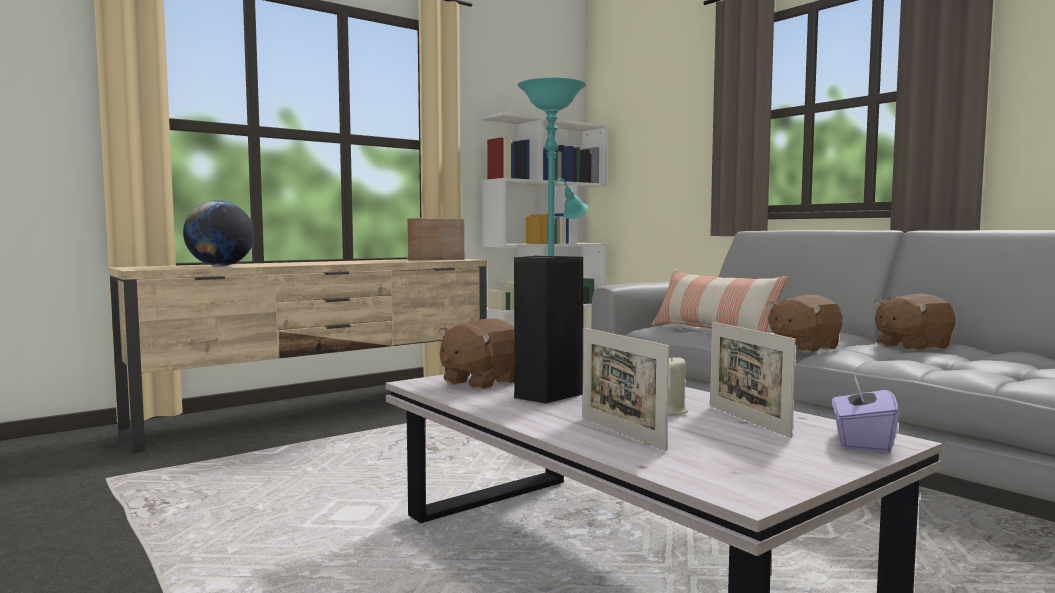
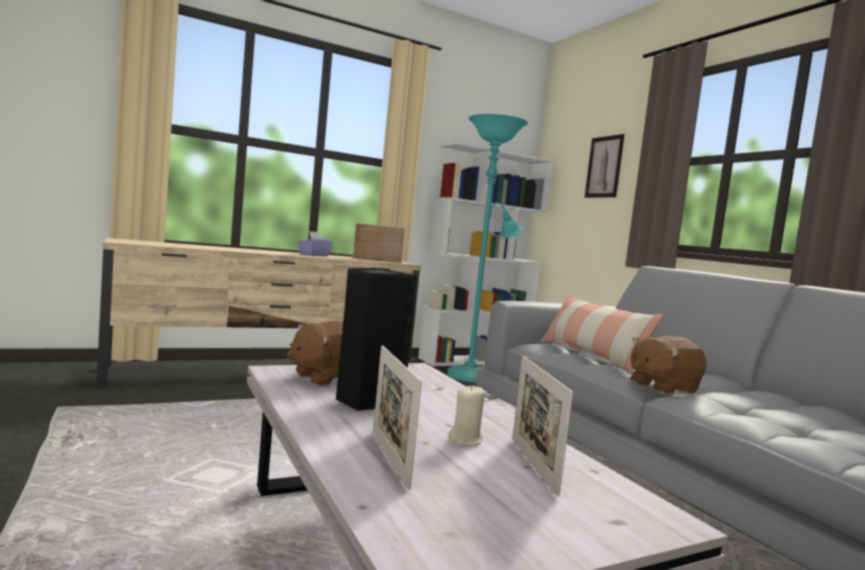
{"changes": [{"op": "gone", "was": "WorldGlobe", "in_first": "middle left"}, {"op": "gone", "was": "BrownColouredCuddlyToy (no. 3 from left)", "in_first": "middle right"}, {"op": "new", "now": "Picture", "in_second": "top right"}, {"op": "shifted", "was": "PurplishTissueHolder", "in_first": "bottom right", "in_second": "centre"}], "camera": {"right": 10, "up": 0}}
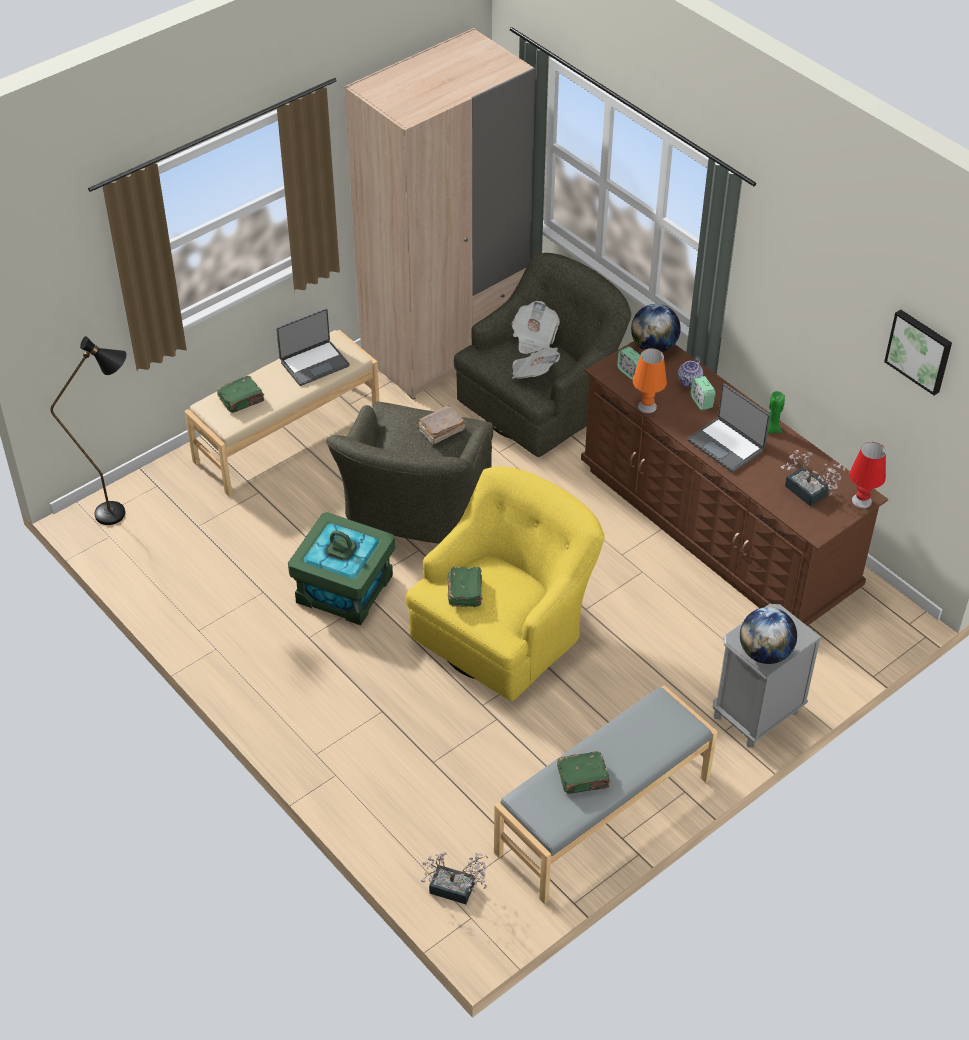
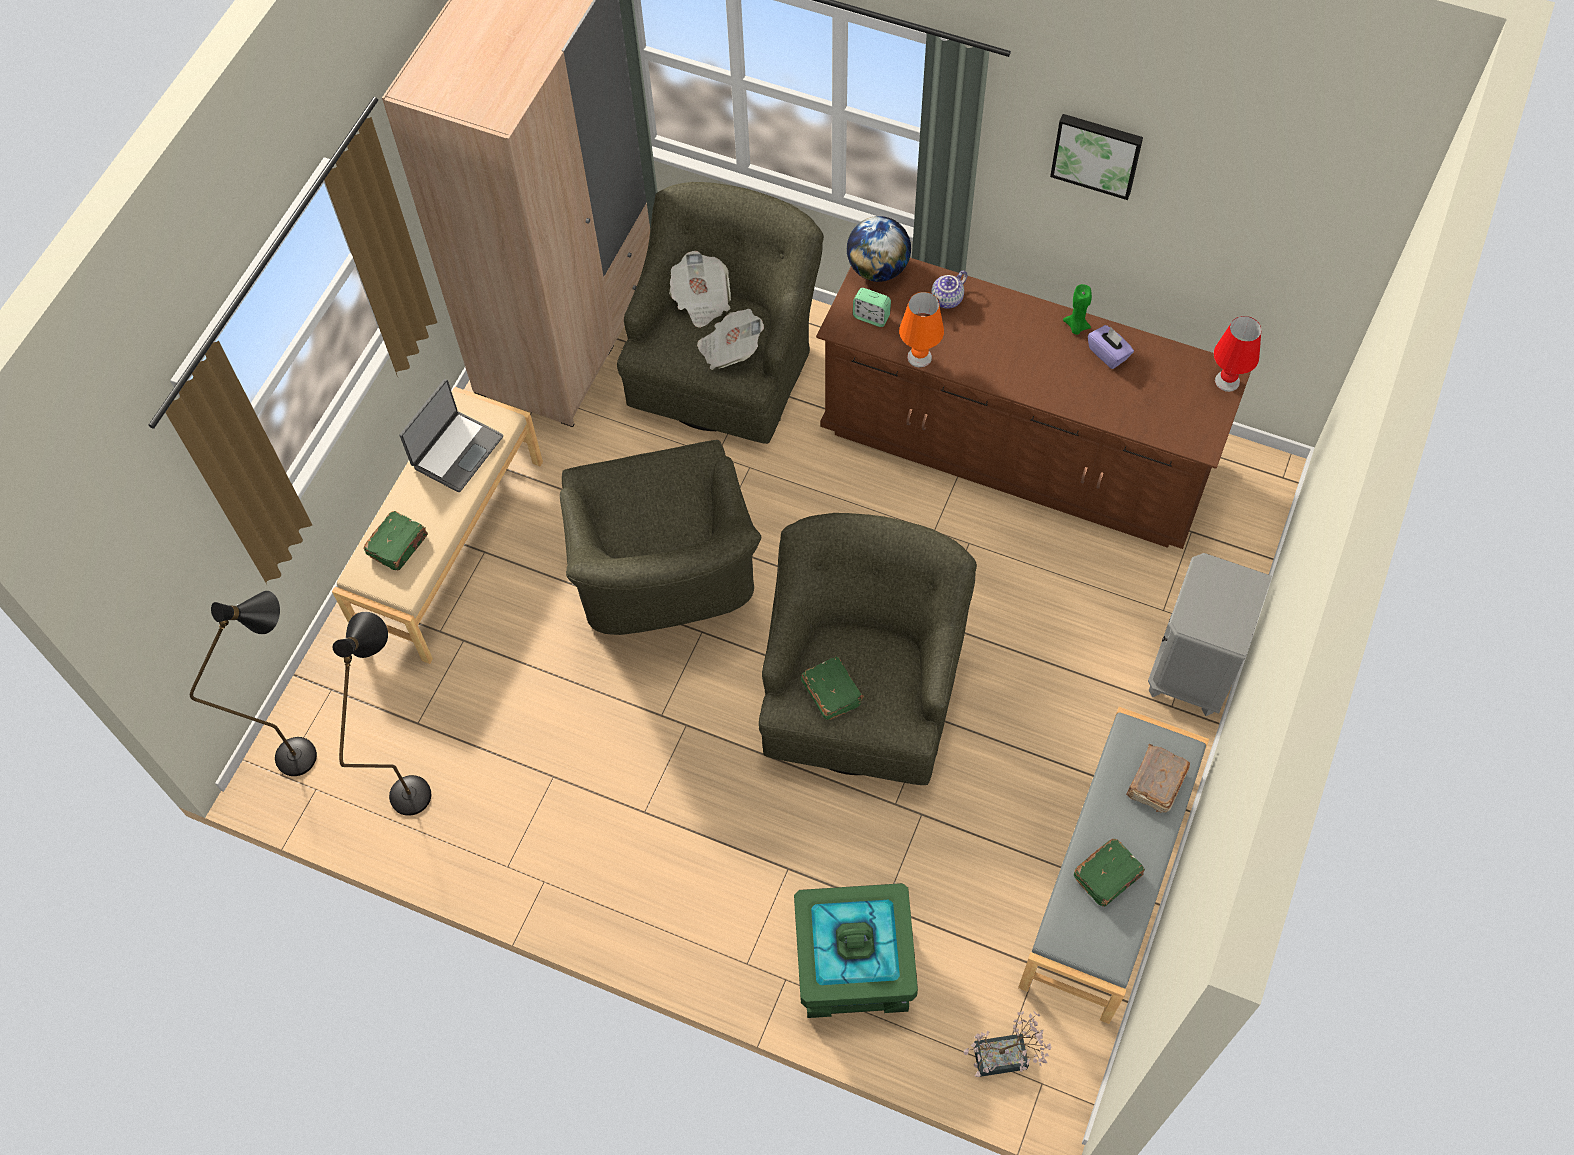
{"changes": [{"op": "gone", "was": "NotebookComputer (no. 2 from left)", "in_first": "middle right"}, {"op": "gone", "was": "AlarmClock (no. 2 from left)", "in_first": "middle right"}, {"op": "gone", "was": "WorldGlobe (no. 2 from left)", "in_first": "middle right"}, {"op": "gone", "was": "Houseplant (no. 2 from left)", "in_first": "middle right"}, {"op": "new", "now": "BlackishFloorLamp (no. 2 from left)", "in_second": "middle left"}, {"op": "new", "now": "PurplishTissueHolder", "in_second": "top right"}, {"op": "shifted", "was": "GreenishStorageBin", "in_first": "centre", "in_second": "bottom centre"}, {"op": "shifted", "was": "BrownColouredBook", "in_first": "centre", "in_second": "bottom right"}, {"op": "shifted", "was": "Picture", "in_first": "middle right", "in_second": "top right"}, {"op": "repainted", "was": "YellowishArmchair", "now": "GreenishArmchair (no. 3 from left)", "in_first": "centre", "in_second": "centre"}, {"op": "rotated", "was": "Teapot", "in_first": "middle right", "in_second": "top centre", "clockwise": 45}], "camera": {"right": -25, "up": 15}}
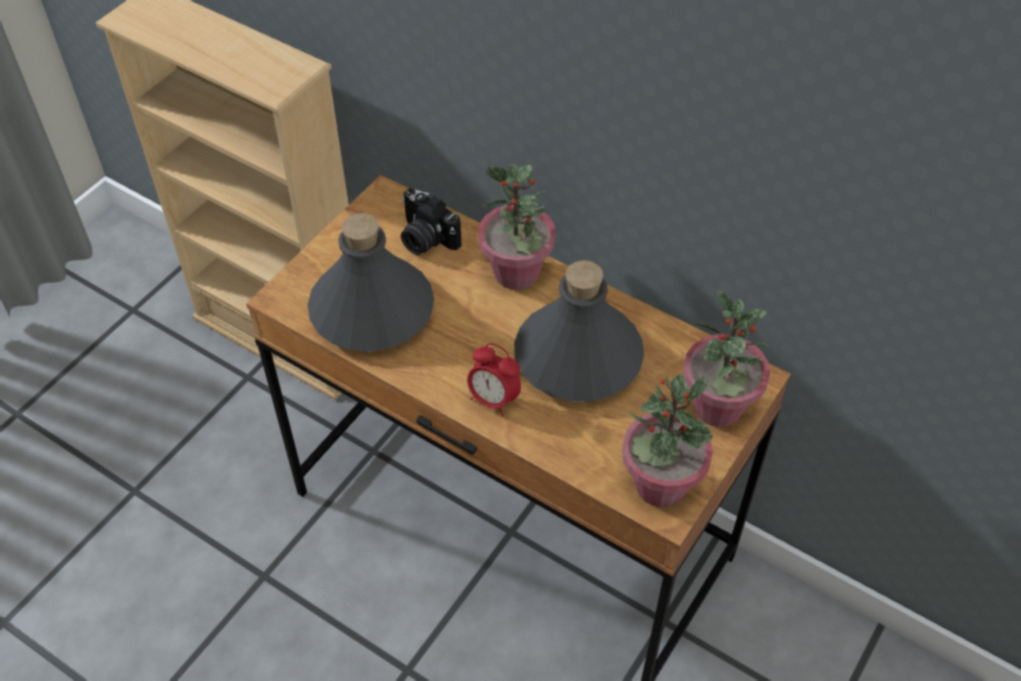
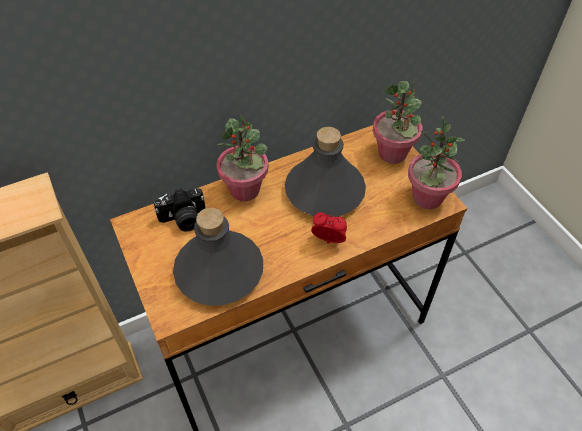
{"changes": [{"op": "rotated", "was": "AlarmClock", "in_first": "centre", "in_second": "centre", "clockwise": -135}], "camera": {"right": -60, "up": 0}}
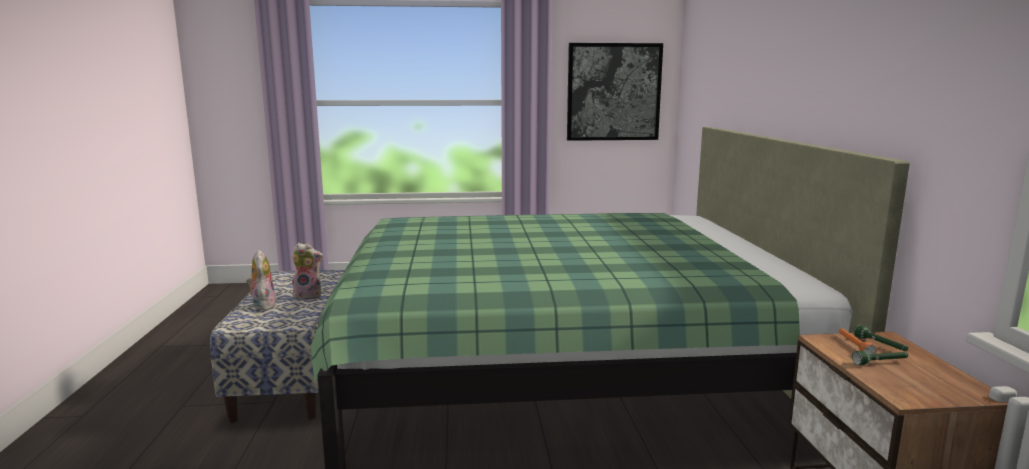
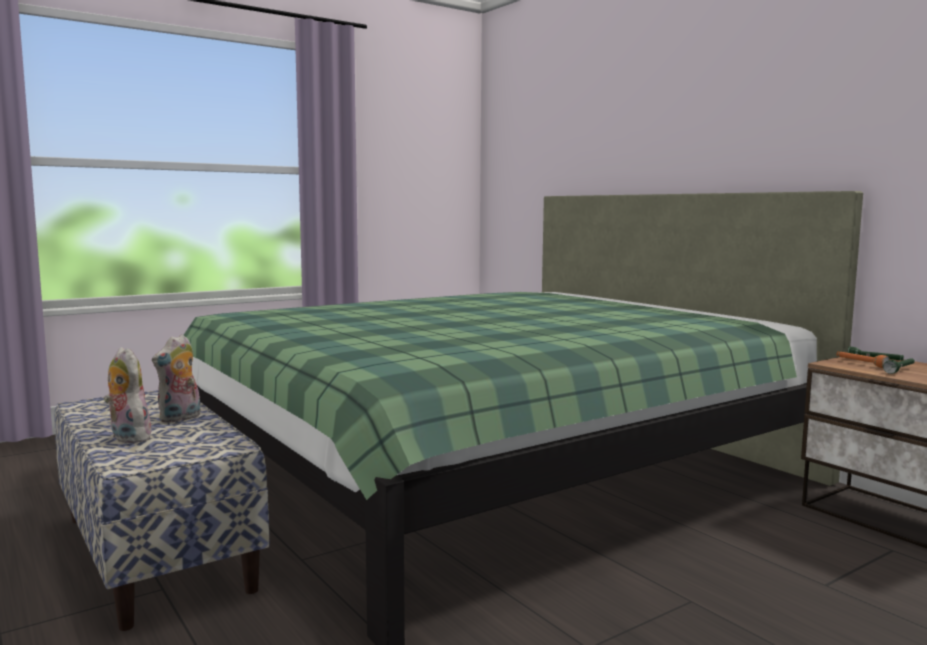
{"changes": [{"op": "gone", "was": "Picture", "in_first": "top centre"}, {"op": "rotated", "was": "CuddlyToy (no. 2 from left)", "in_first": "middle left", "in_second": "middle left", "clockwise": 150}], "camera": {"right": -30, "up": -5}}
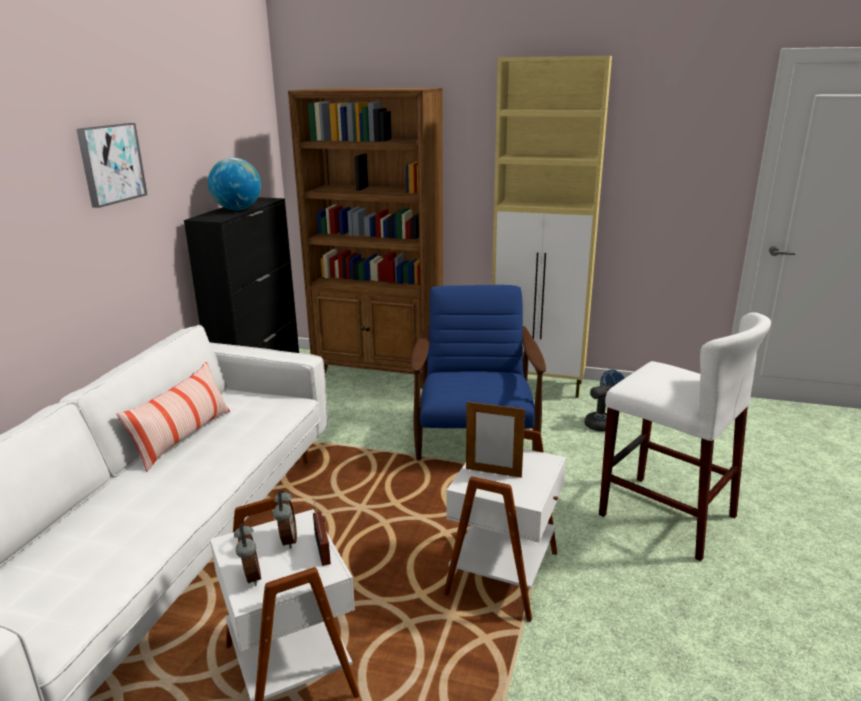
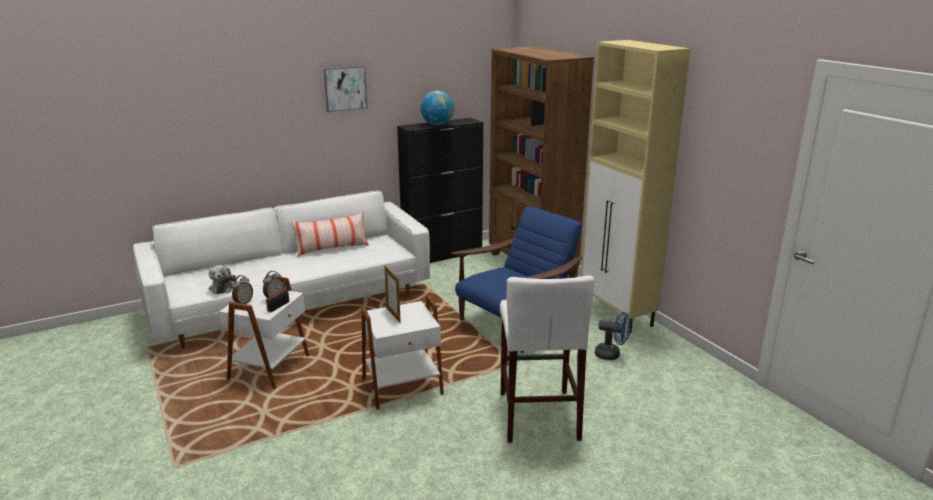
{"changes": [{"op": "new", "now": "CuddlyToy", "in_second": "middle left"}], "camera": {"right": 45, "up": 0}}
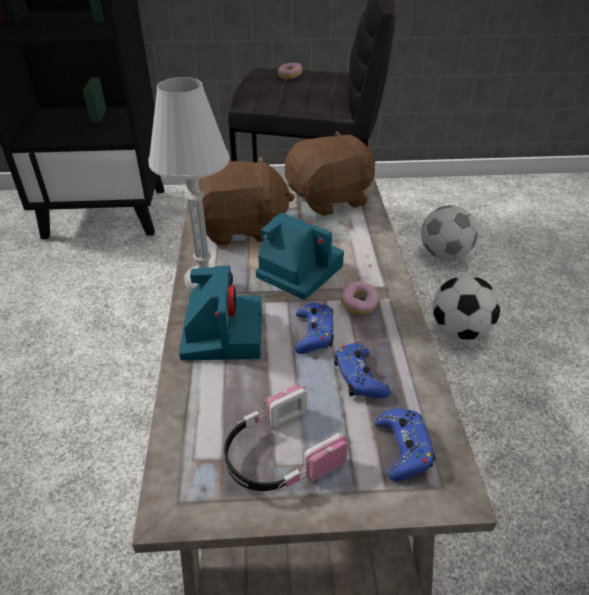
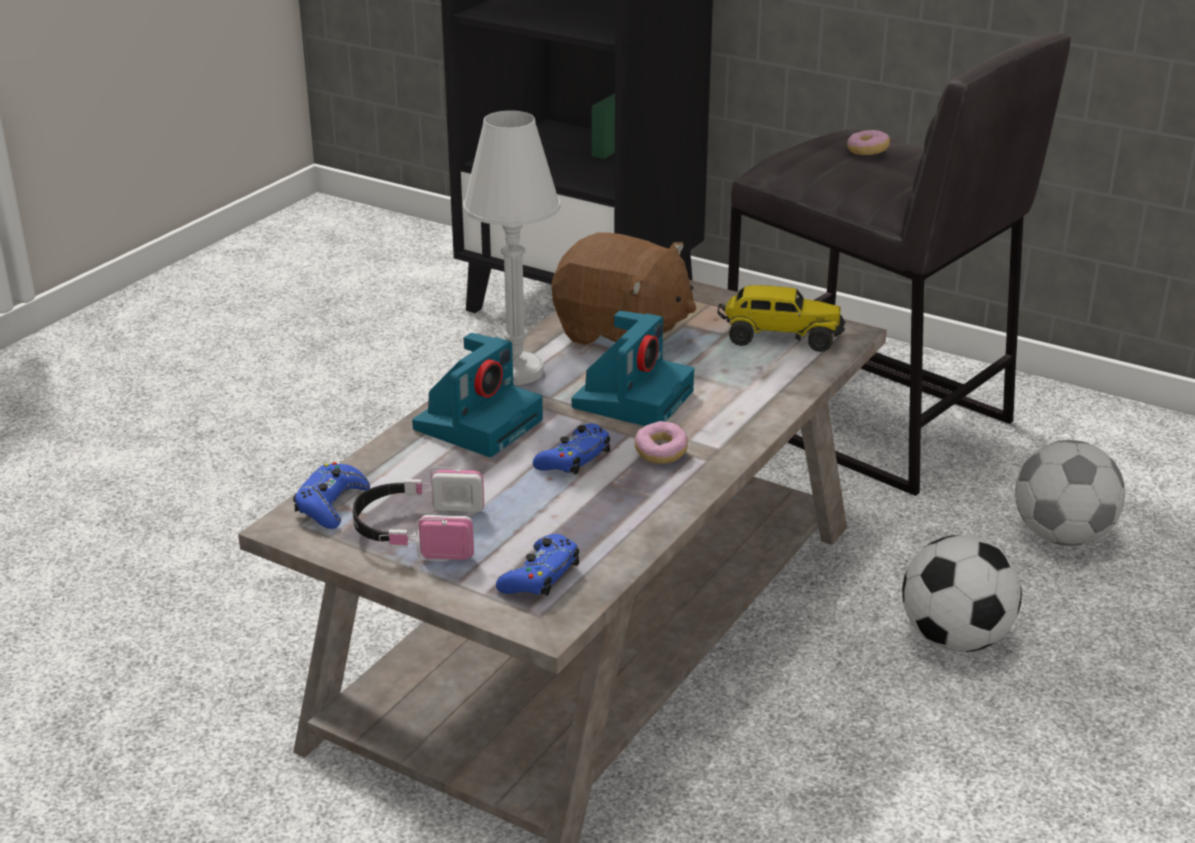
{"changes": [{"op": "shifted", "was": "BluishJoypad (no. 2 from left in the first image)", "now": "BluishJoypad (no. 1 from left)", "in_first": "centre", "in_second": "middle left"}, {"op": "swapped", "was": "BrownColouredCuddlyToy (no. 2 from left)", "now": "ToyTruck", "in_first": "top centre", "in_second": "centre"}, {"op": "rotated", "was": "StillCamera (no. 2 from left)", "in_first": "centre", "in_second": "centre", "clockwise": 45}], "camera": {"right": 35, "up": -10}}
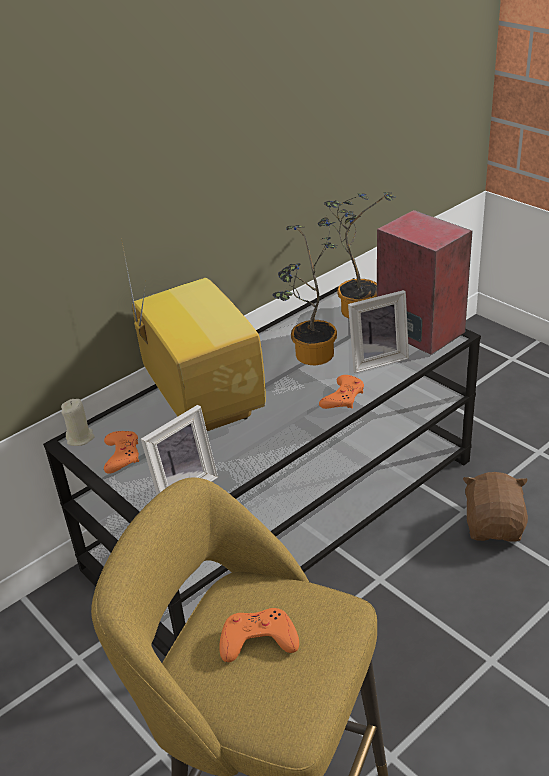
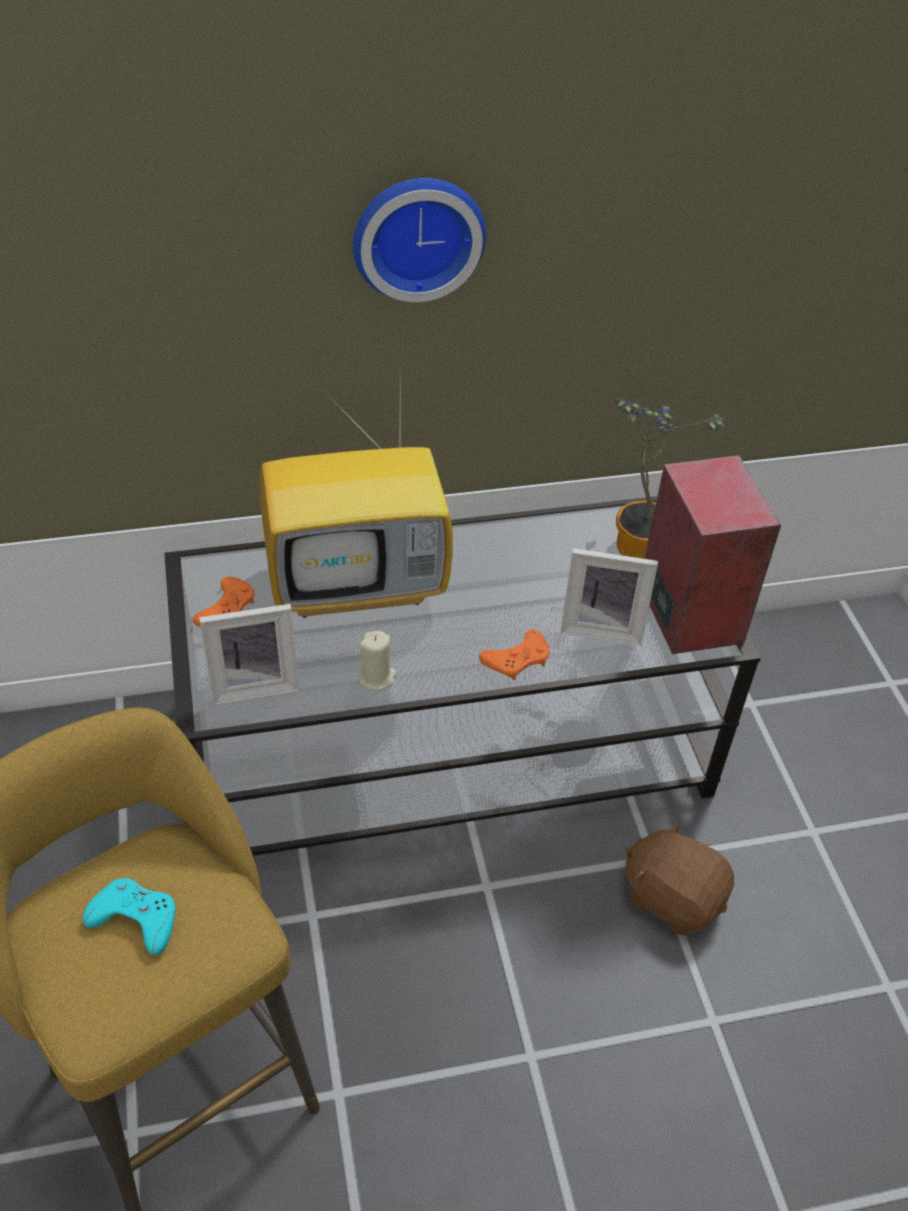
{"changes": [{"op": "gone", "was": "Houseplant (no. 1 from left)", "in_first": "centre"}, {"op": "new", "now": "HangingClock", "in_second": "top centre"}, {"op": "shifted", "was": "BeigeWaxCandle", "in_first": "middle left", "in_second": "centre"}, {"op": "repainted", "was": "OrangeyJoypad (no. 2 from left)", "now": "TurquoiseColouredJoypad", "in_first": "bottom centre", "in_second": "bottom left"}, {"op": "rotated", "was": "Tv", "in_first": "centre", "in_second": "centre", "clockwise": 75}, {"op": "rotated", "was": "BrownColouredCuddlyToy", "in_first": "middle right", "in_second": "bottom right", "clockwise": -90}], "camera": {"right": 25, "up": 10}}
